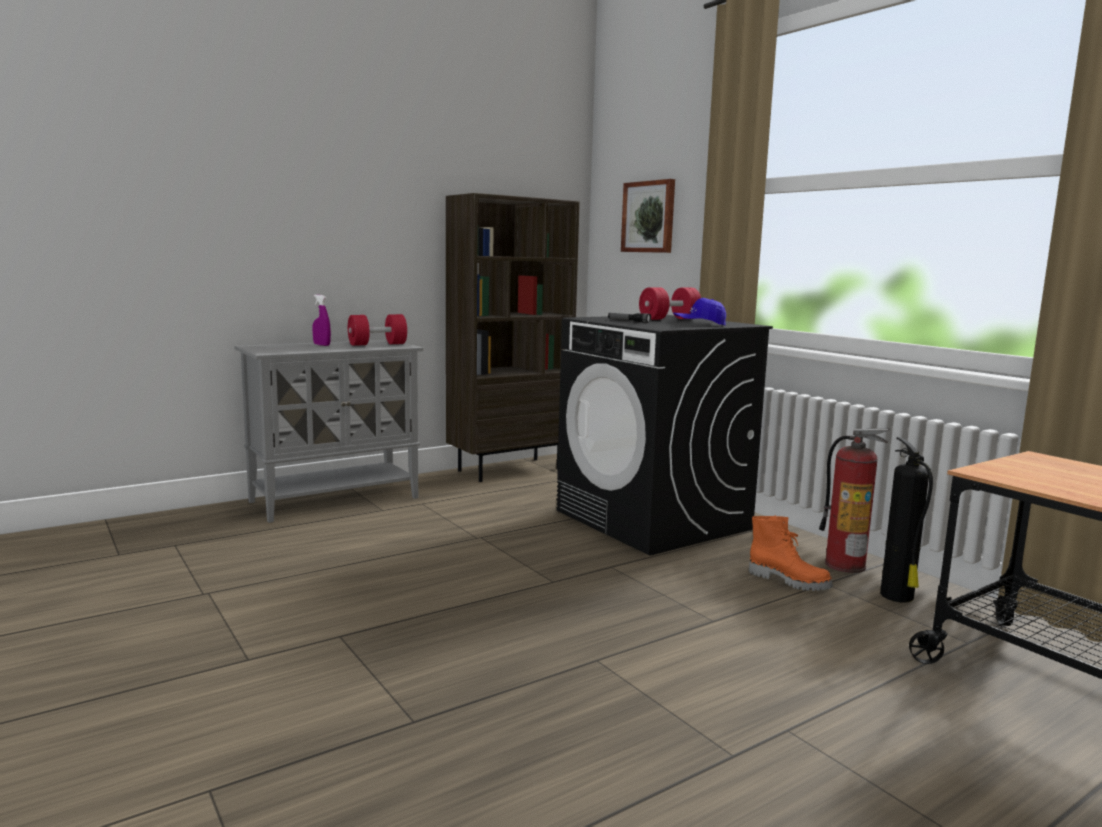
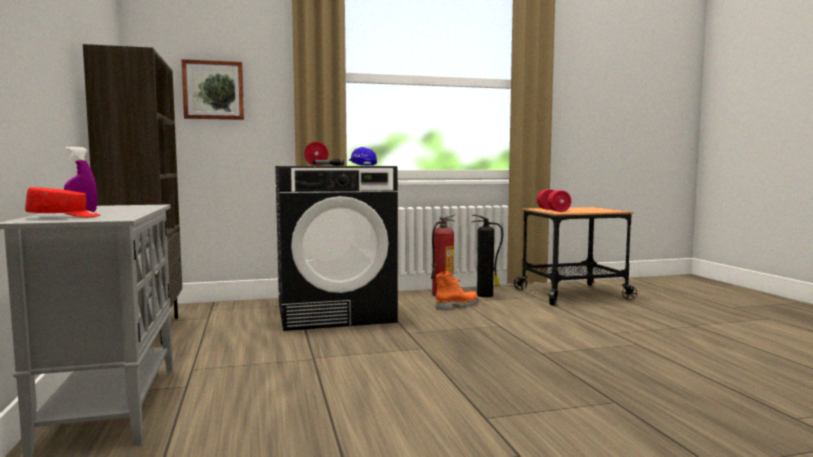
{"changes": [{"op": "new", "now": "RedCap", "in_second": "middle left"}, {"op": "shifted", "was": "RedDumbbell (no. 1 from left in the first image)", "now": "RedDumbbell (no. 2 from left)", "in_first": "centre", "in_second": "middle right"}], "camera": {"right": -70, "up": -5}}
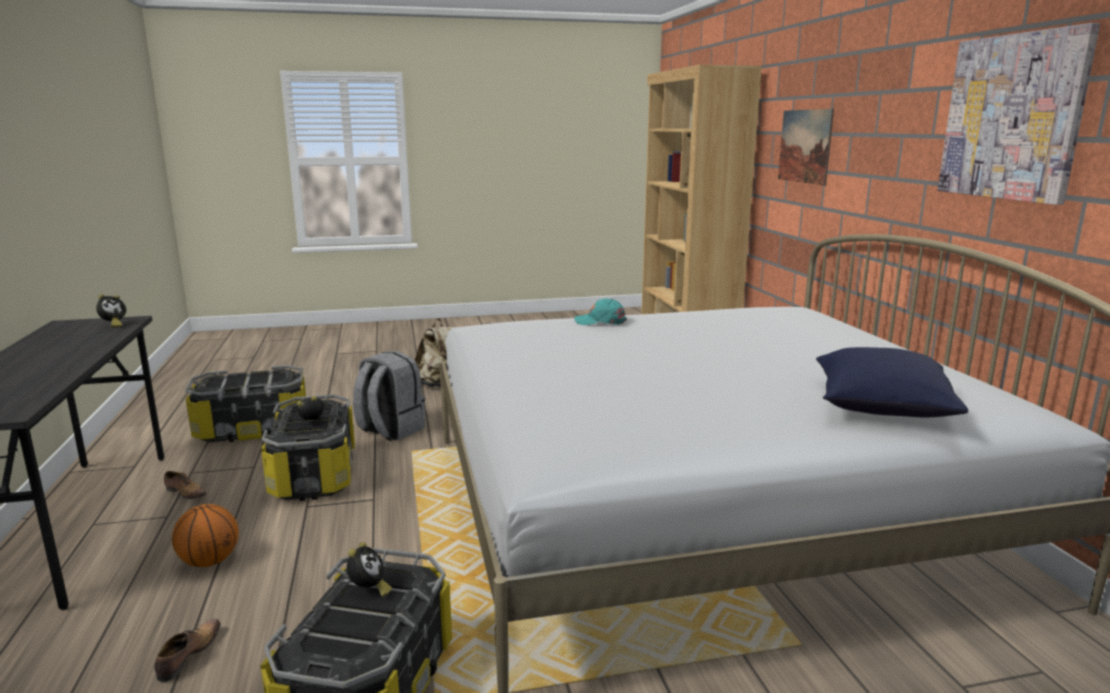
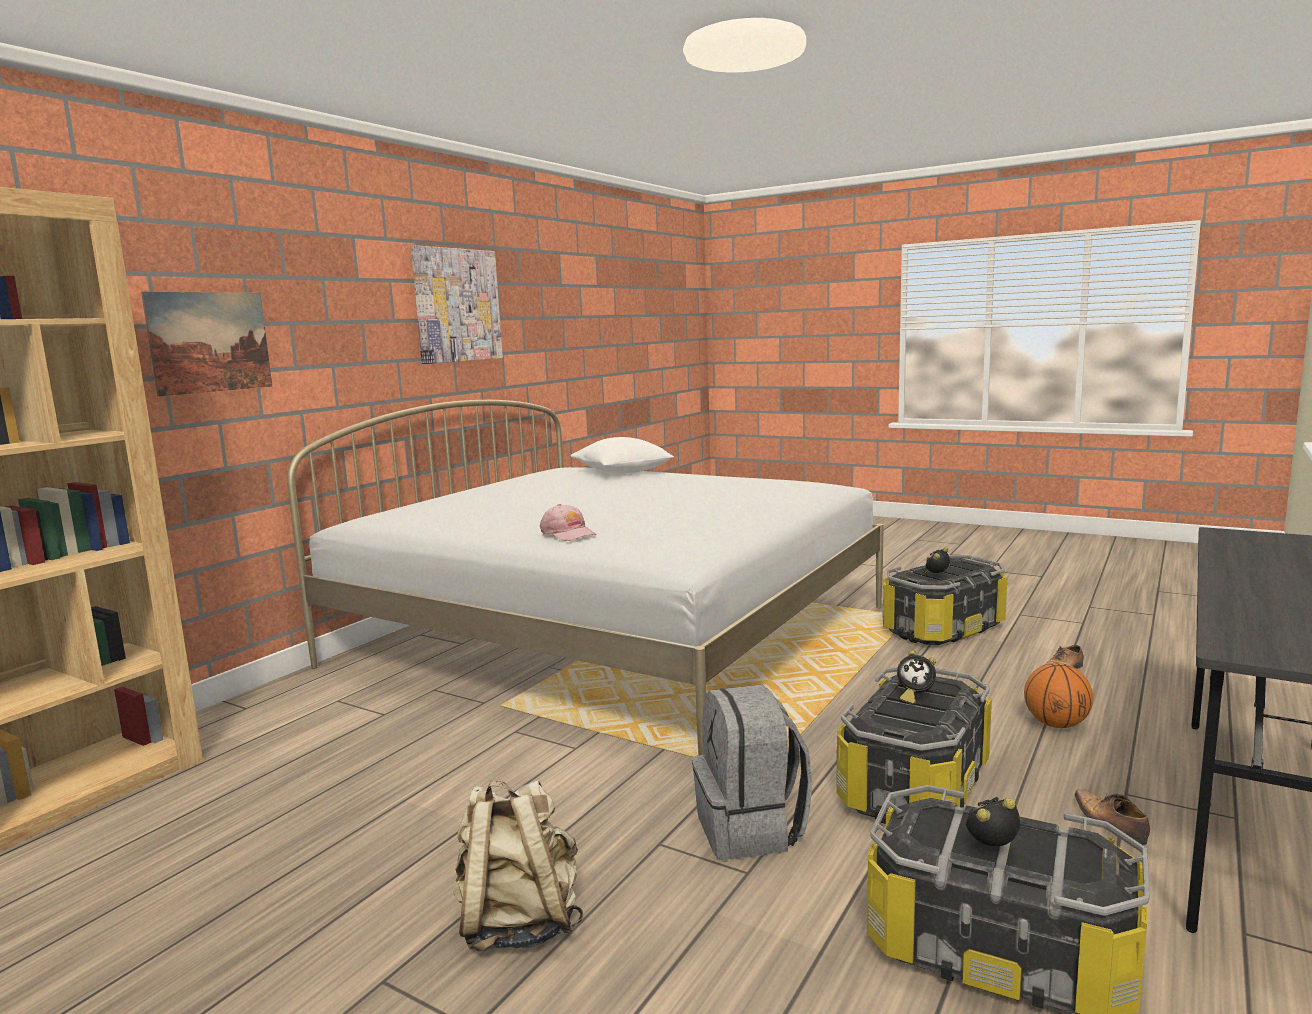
{"changes": [{"op": "shifted", "was": "AlarmClock (no. 1 from left in the first image)", "now": "AlarmClock (no. 3 from left)", "in_first": "middle left", "in_second": "bottom right"}, {"op": "repainted", "was": "TurquoiseColouredCap", "now": "PinkishCap", "in_first": "centre", "in_second": "centre"}, {"op": "repainted", "was": "BluishThrowPillow", "now": "WhiteThrowPillow", "in_first": "middle right", "in_second": "centre"}], "camera": {"right": -135, "up": -5}}
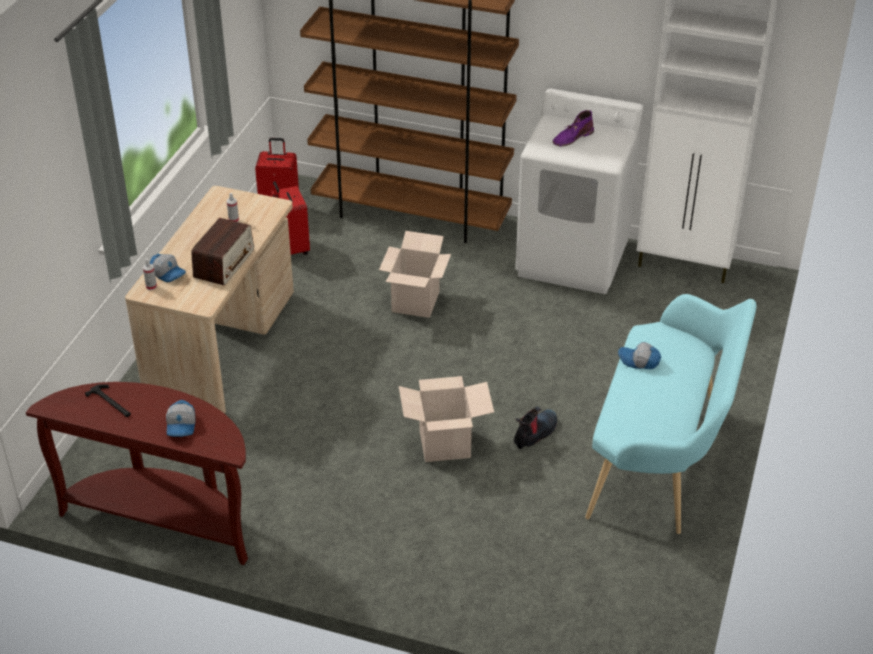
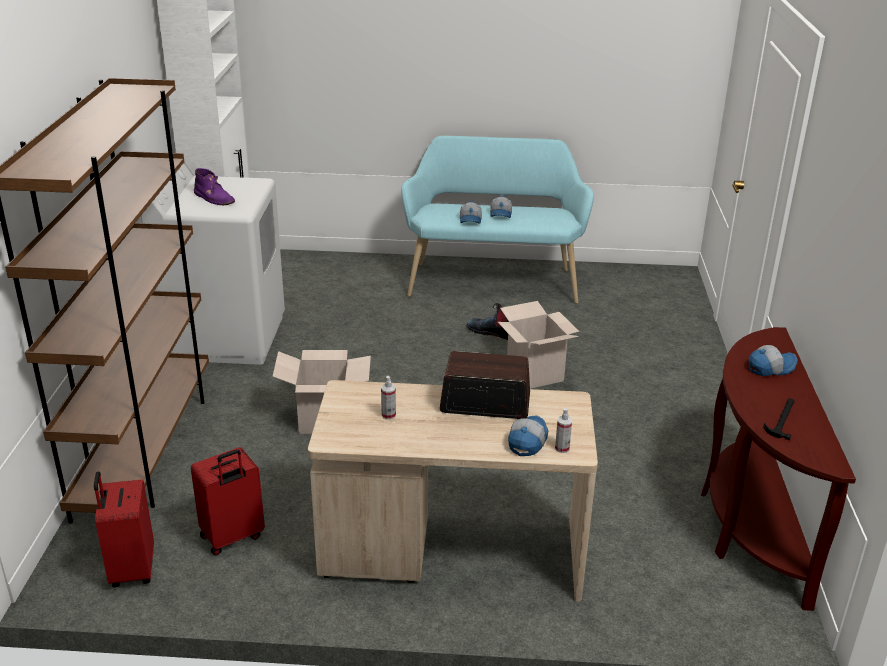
{"changes": [{"op": "new", "now": "Cap (no. 2 from left)", "in_second": "top centre"}], "camera": {"right": -105, "up": -10}}
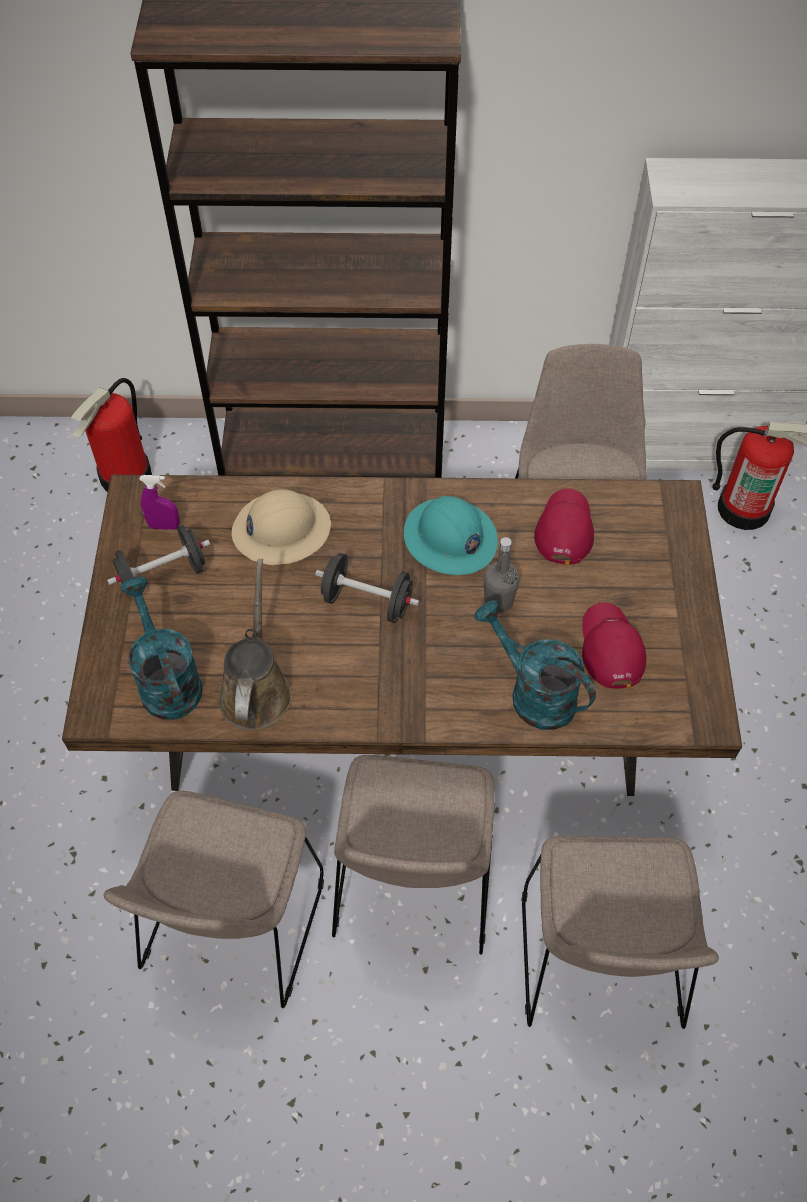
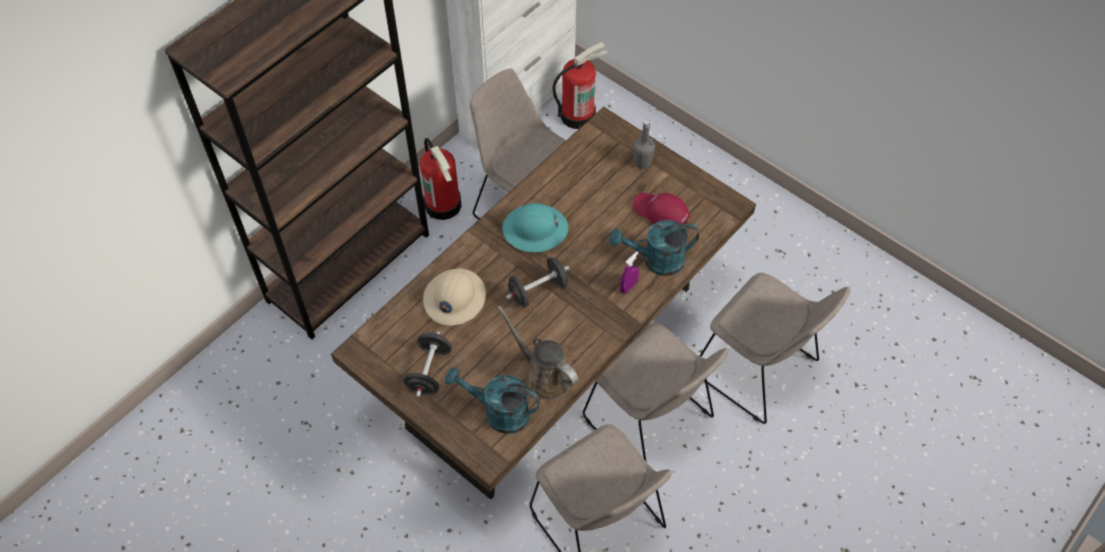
{"changes": [{"op": "gone", "was": "RedCap (no. 1 from left)", "in_first": "middle right"}, {"op": "shifted", "was": "FireFightingCylinder (no. 1 from left)", "in_first": "middle left", "in_second": "top centre"}, {"op": "shifted", "was": "PurplishHandSprayer", "in_first": "middle left", "in_second": "centre"}, {"op": "shifted", "was": "GreyishBeverageBottle", "in_first": "centre", "in_second": "top centre"}], "camera": {"right": -50, "up": 0}}
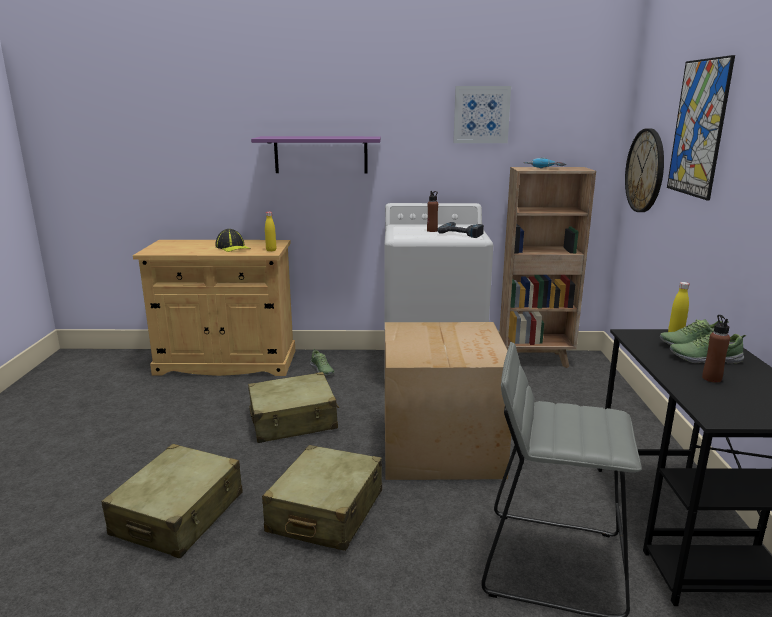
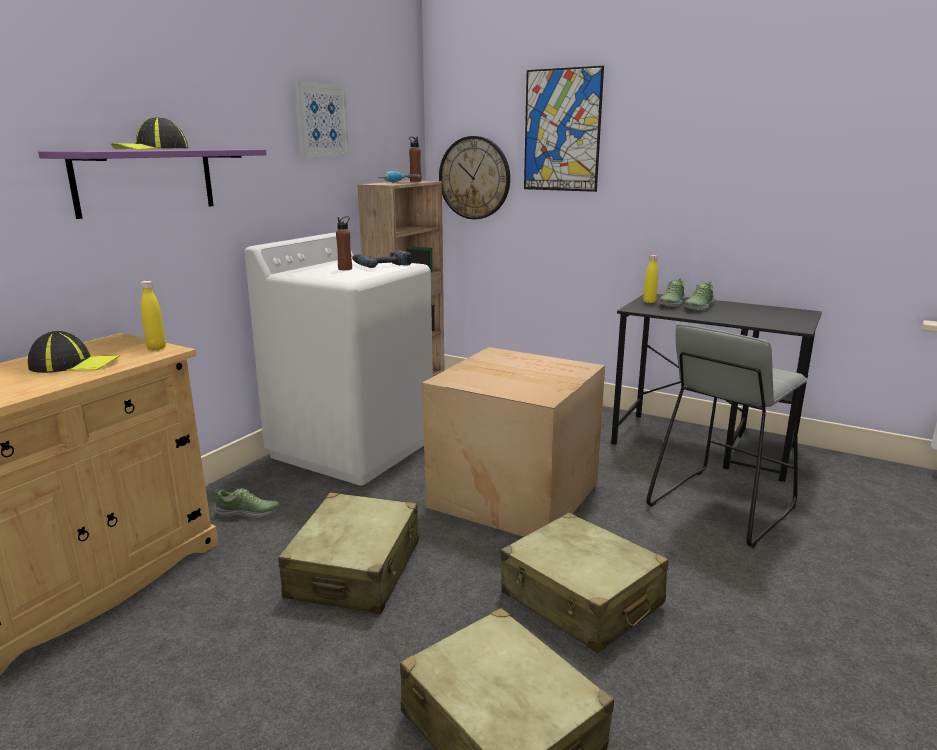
{"changes": [{"op": "new", "now": "Cap (no. 2 from left)", "in_second": "top left"}, {"op": "shifted", "was": "BrownColouredBeverageBottle (no. 2 from left)", "in_first": "middle right", "in_second": "top centre"}], "camera": {"right": -60, "up": 0}}
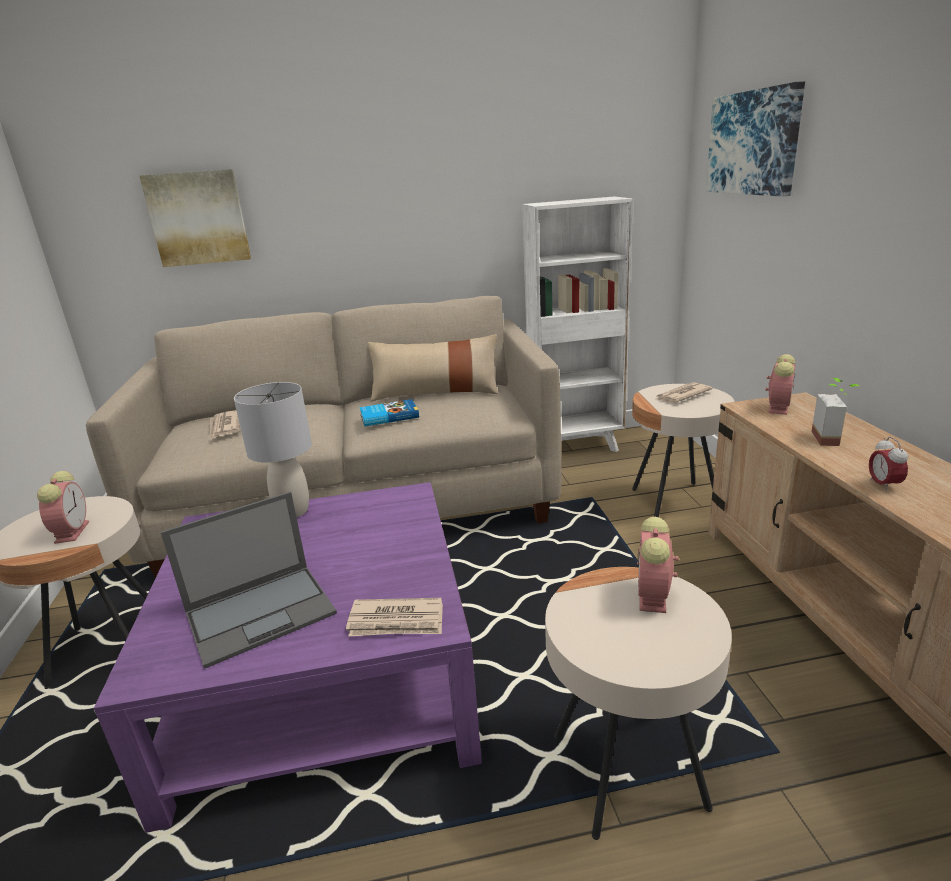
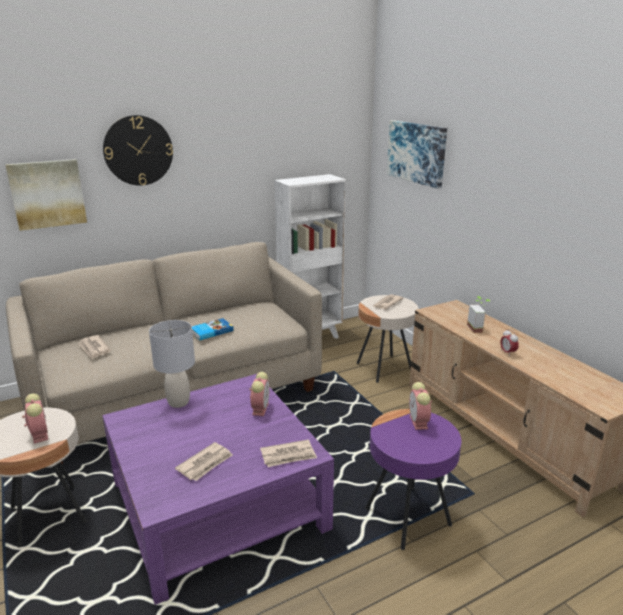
{"changes": [{"op": "gone", "was": "BeigeThrowPillow", "in_first": "centre"}, {"op": "new", "now": "HangingClock", "in_second": "top left"}, {"op": "shifted", "was": "AlarmClock (no. 3 from left in the first image)", "now": "AlarmClock (no. 2 from left)", "in_first": "middle right", "in_second": "centre"}, {"op": "swapped", "was": "NotebookComputer", "now": "DailyPaper (no. 2 from left)", "in_first": "middle left", "in_second": "bottom left"}, {"op": "repainted", "was": "BeigeSideTable (no. 2 from left)", "now": "PurplishSideTable", "in_first": "bottom right", "in_second": "bottom centre"}], "camera": {"right": -20, "up": 0}}
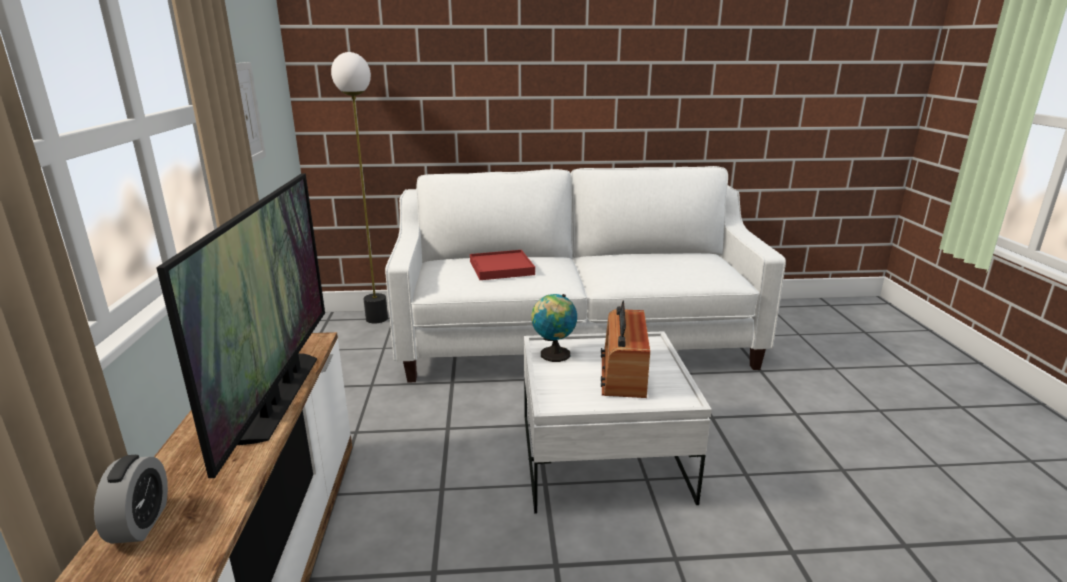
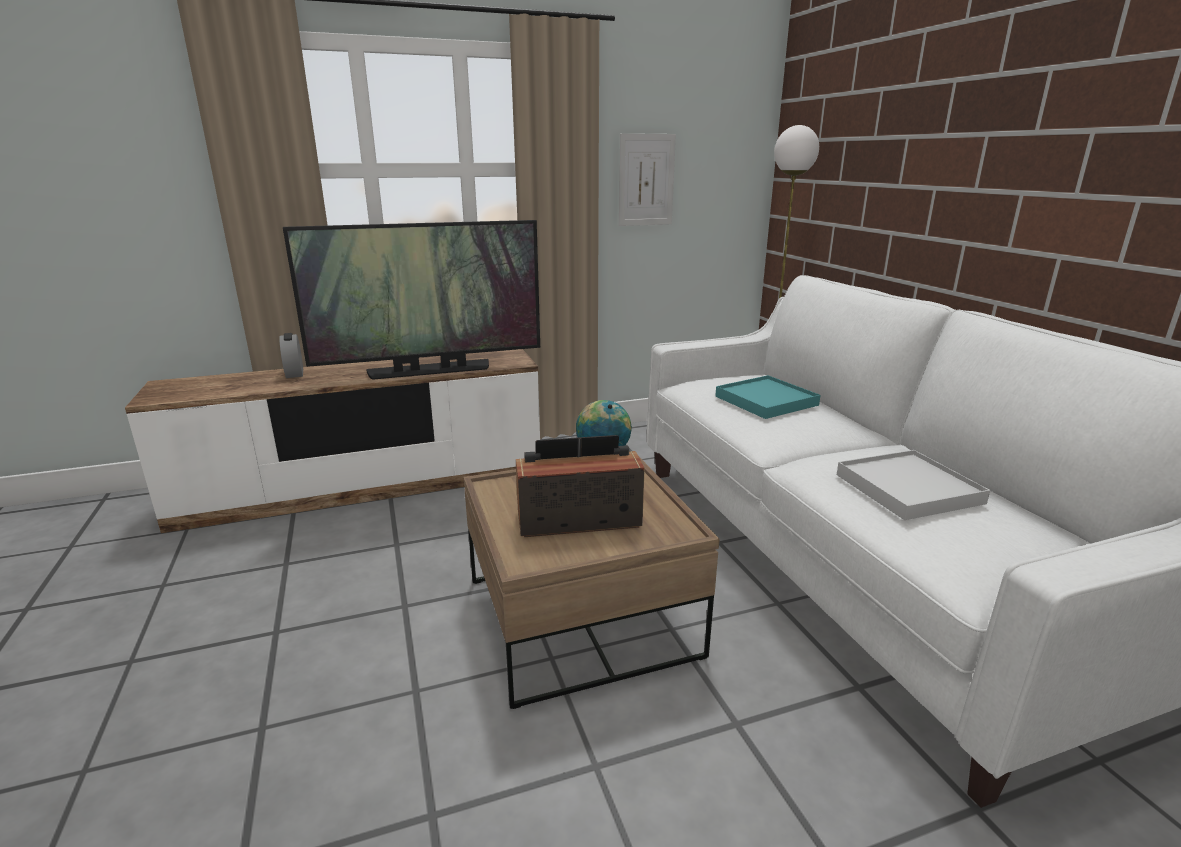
{"changes": [{"op": "new", "now": "WhiteCarryingTray", "in_second": "middle right"}, {"op": "repainted", "was": "RedCarryingTray", "now": "TurquoiseColouredCarryingTray", "in_first": "centre", "in_second": "centre"}, {"op": "repainted", "was": "WhiteLowTable", "now": "BrownColouredLowTable", "in_first": "bottom centre", "in_second": "bottom centre"}, {"op": "rotated", "was": "AlarmClock", "in_first": "bottom left", "in_second": "middle left", "clockwise": 90}], "camera": {"right": 75, "up": 0}}
